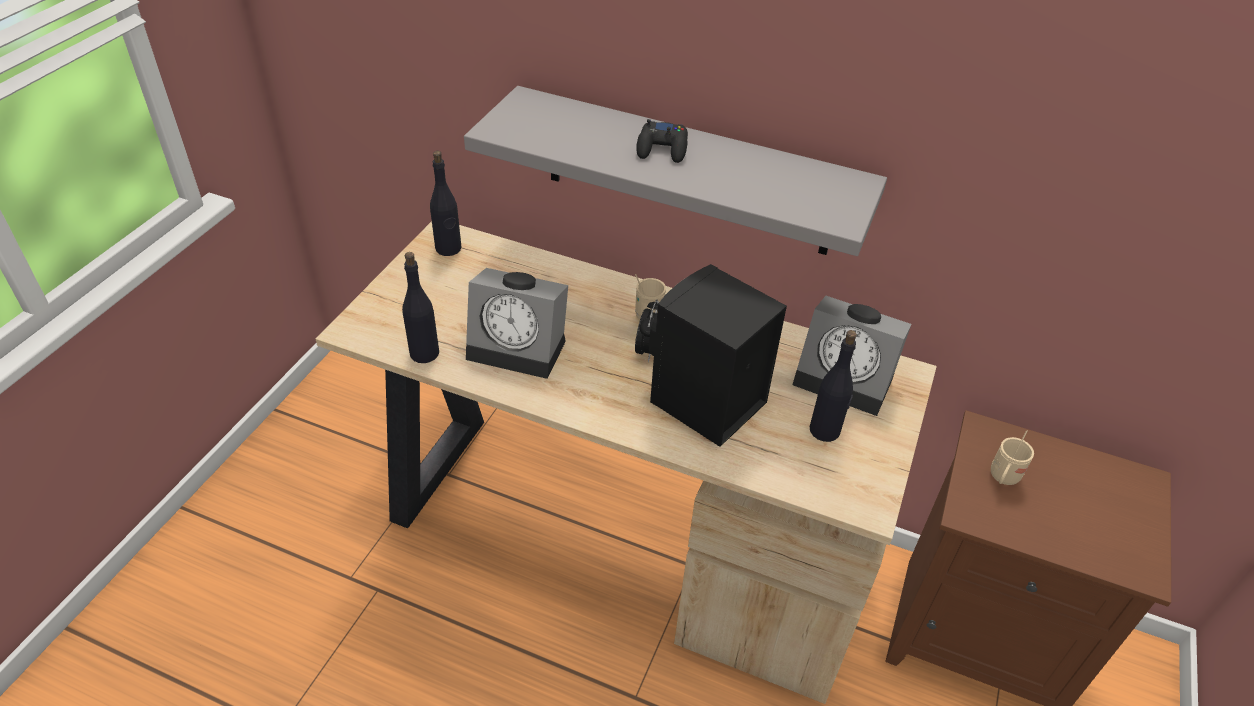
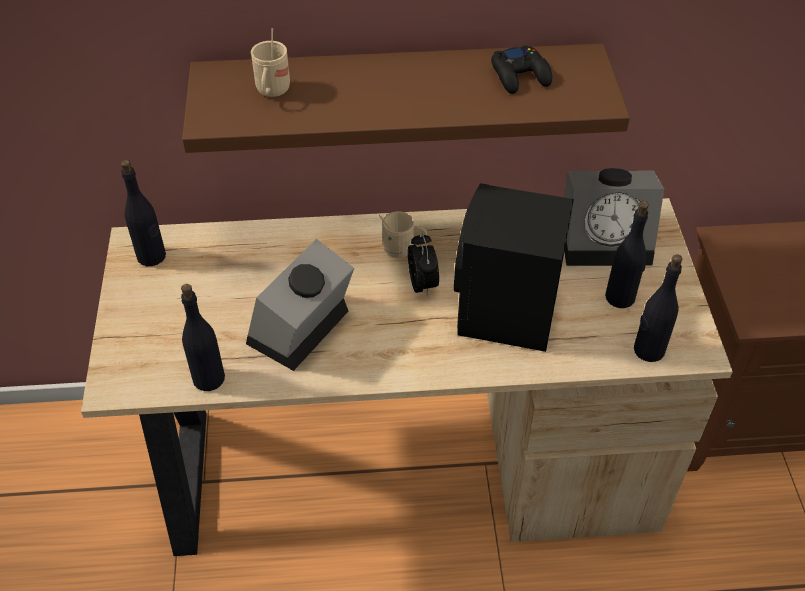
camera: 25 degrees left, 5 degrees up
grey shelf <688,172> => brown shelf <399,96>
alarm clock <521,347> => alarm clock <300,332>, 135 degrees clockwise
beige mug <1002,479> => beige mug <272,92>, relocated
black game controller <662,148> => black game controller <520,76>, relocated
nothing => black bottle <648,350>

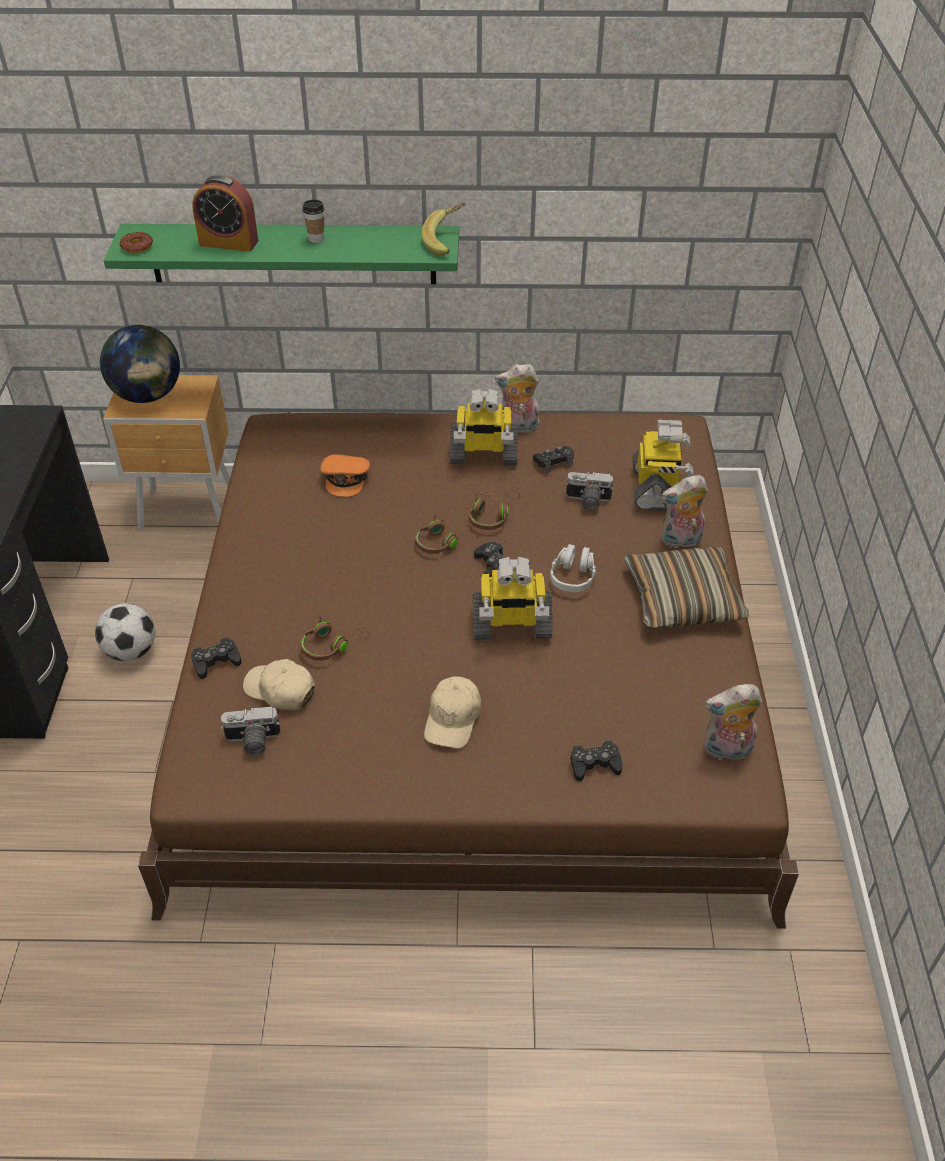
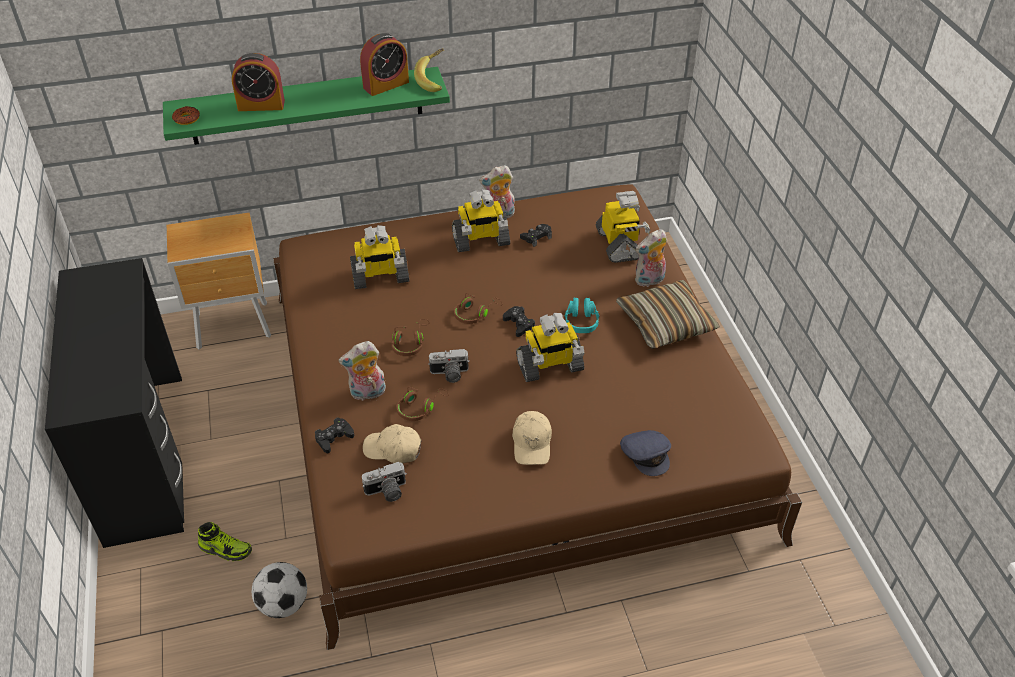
camera: 15 degrees left, 0 degrees up
nothing => shoe <226,549>
football <131,651> => football <283,604>, relocated
plush toy <726,750> => plush toy <367,393>, relocated
orange cap <346,478> => toy robot <380,277>
nothing => alarm clock <386,85>
brown headphones <492,516> => brown headphones <410,343>, relocated
photo camera <587,501> => photo camera <449,374>, relocated
grey headphones <572,576> => turquoise headphones <581,321>
black game controller <594,764> => grey cap <646,455>
globe <148,395> => nothing
cup <316,239> => nothing

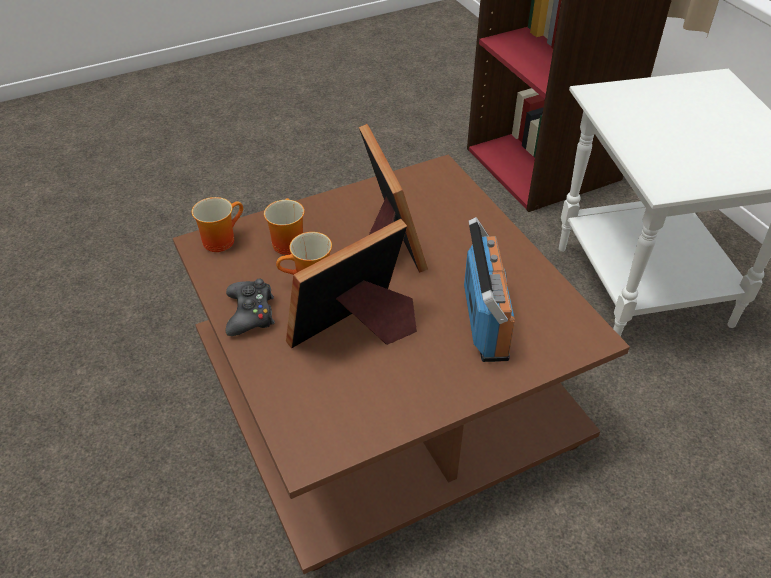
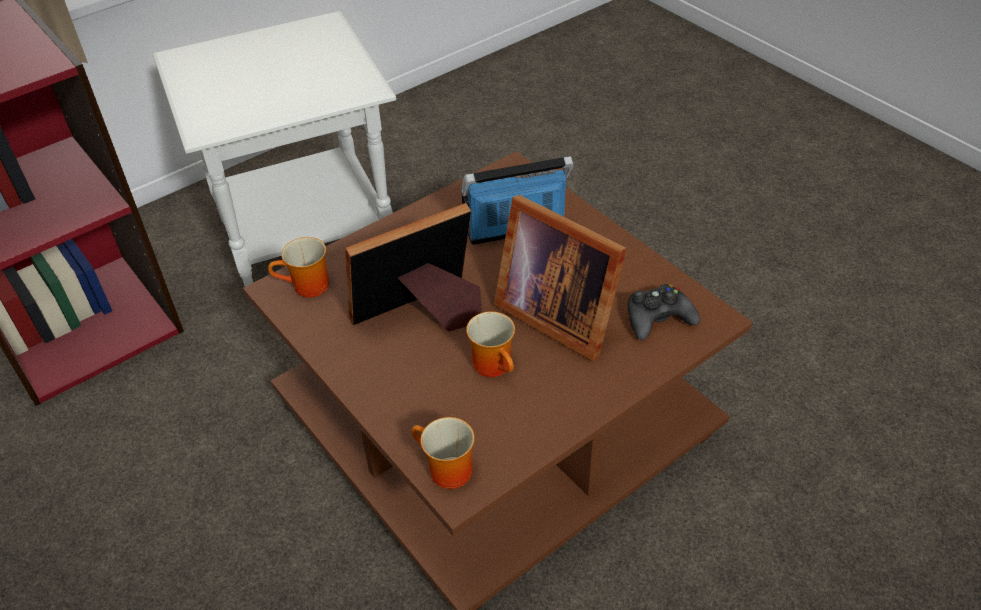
camera: 100 degrees left, 0 degrees up
mug <286,241> => mug <307,288>, relocated
black game controller <250,313> => black game controller <658,318>, relocated

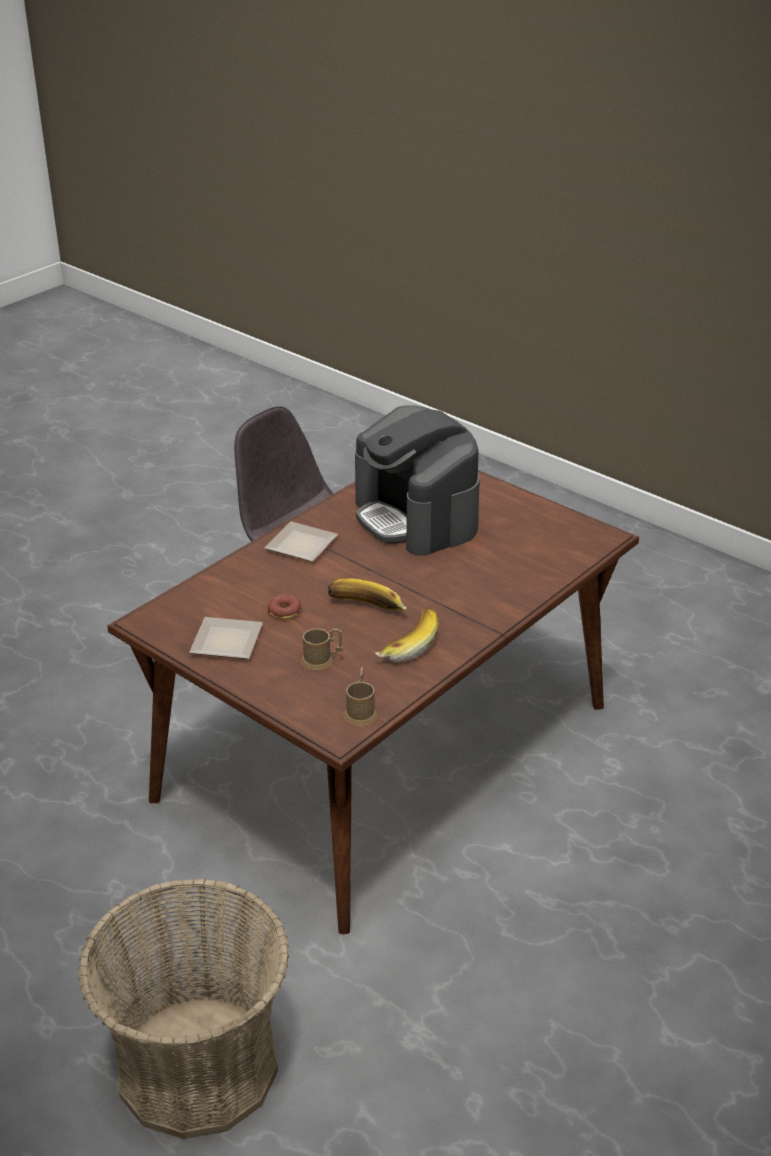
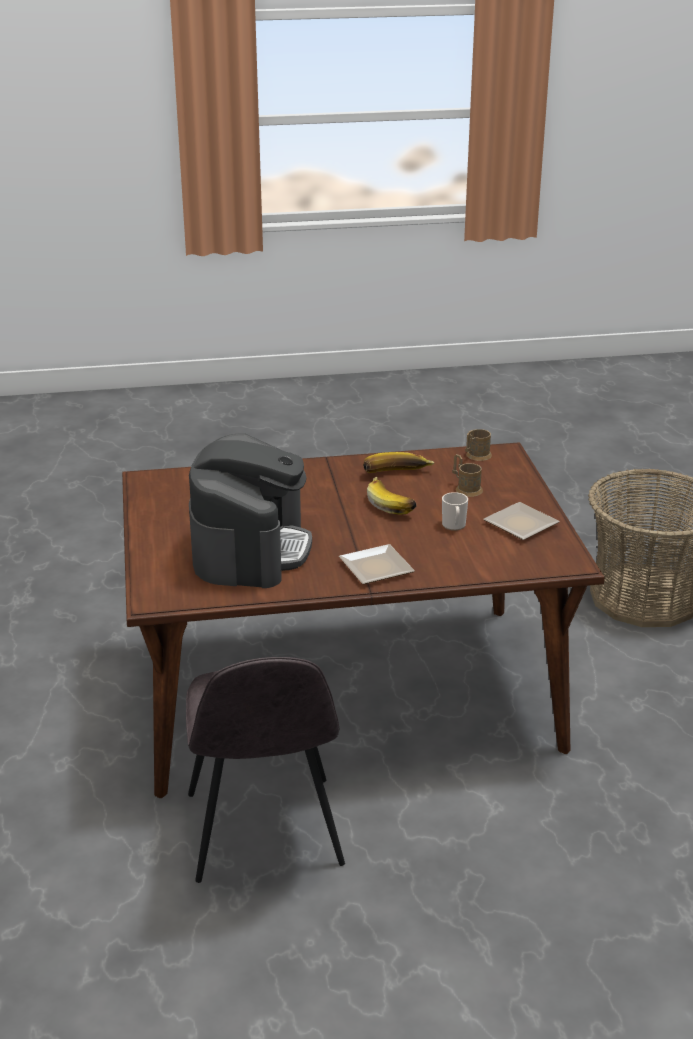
camera: 140 degrees left, 5 degrees down
donut <284,612> => mug <454,526>

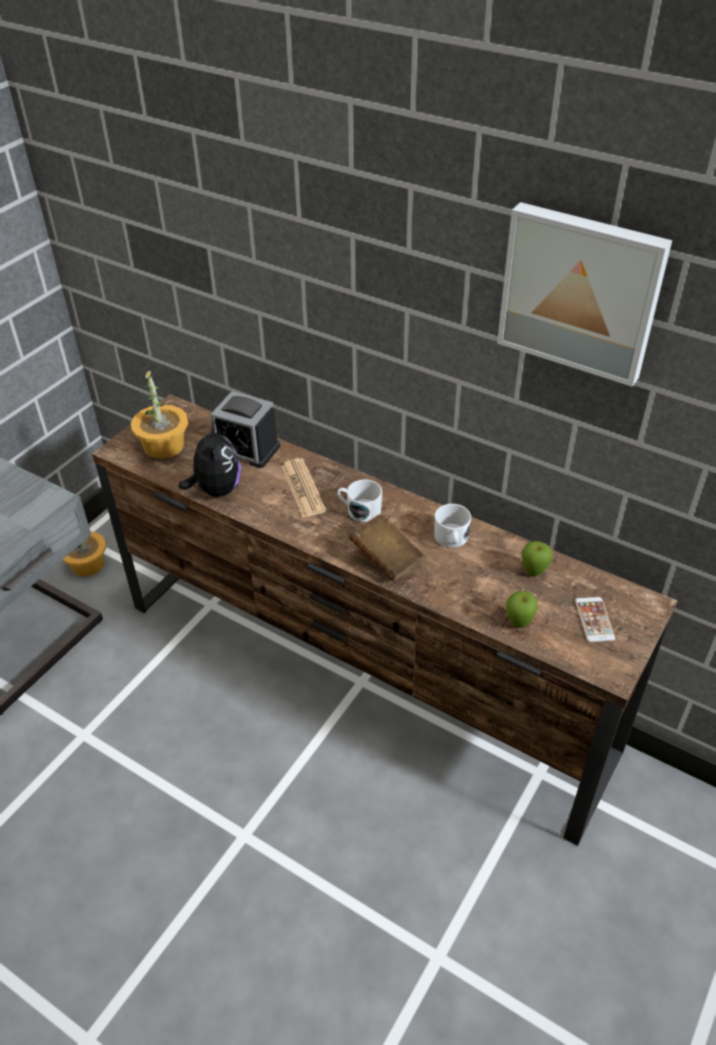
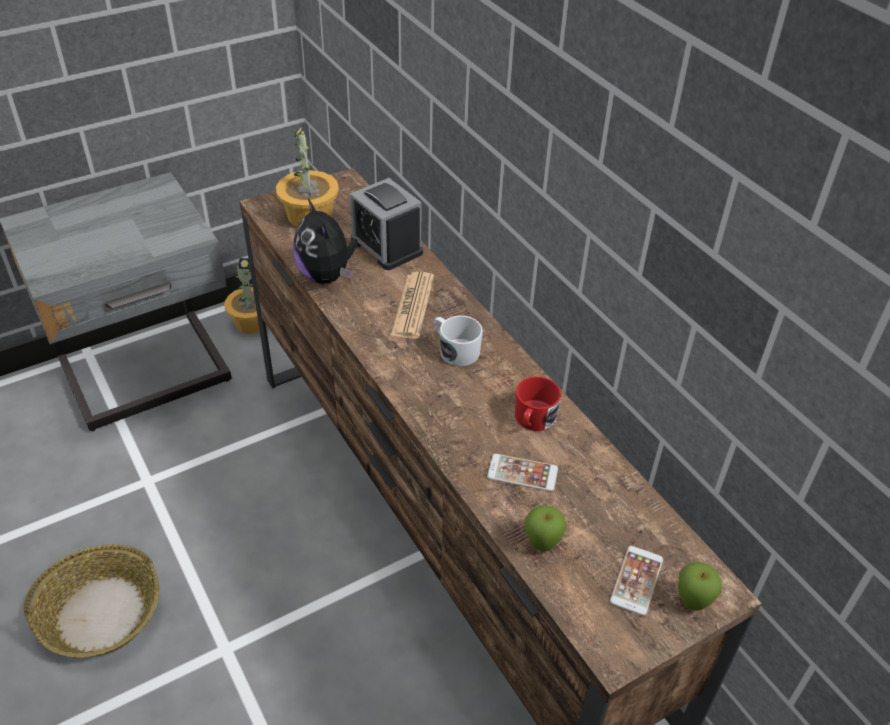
camera: 25 degrees right, 0 degrees up
nothing => basket <102,613>
plush toy <216,489> => plush toy <327,276>, 135 degrees clockwise
nothing => phone <522,473>
white mug <451,539> => red mug <533,420>
apple <533,572> => apple <692,603>, relocated
brown book <385,559> => nothing
picture <581,291> => nothing

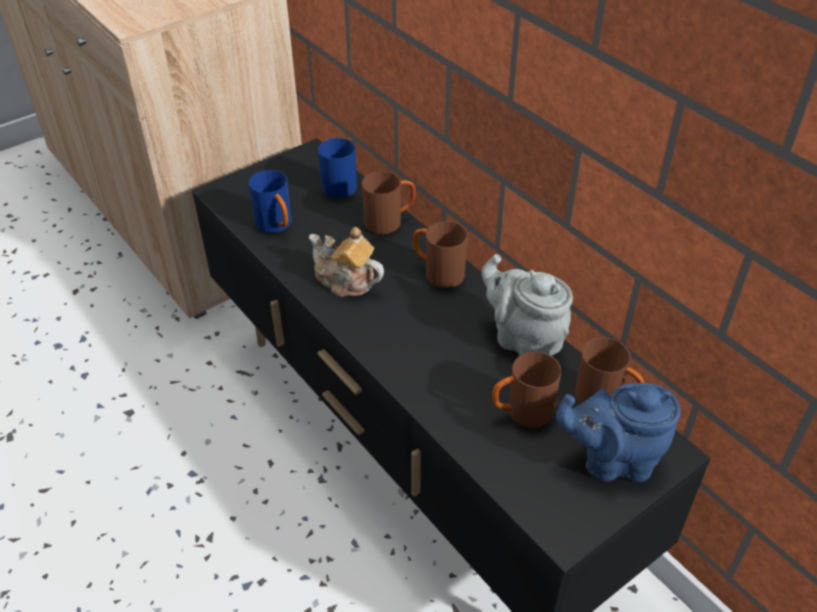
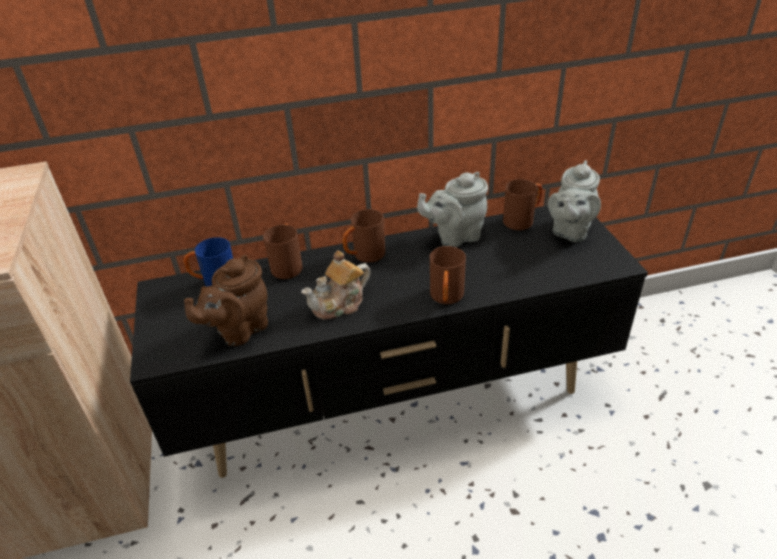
camera: 65 degrees left, 5 degrees down
blue mug <277,226> => brown teapot <239,330>
brown mug <521,413> => brown mug <446,298>, relocated
blue teapot <612,460> => grey teapot <570,231>

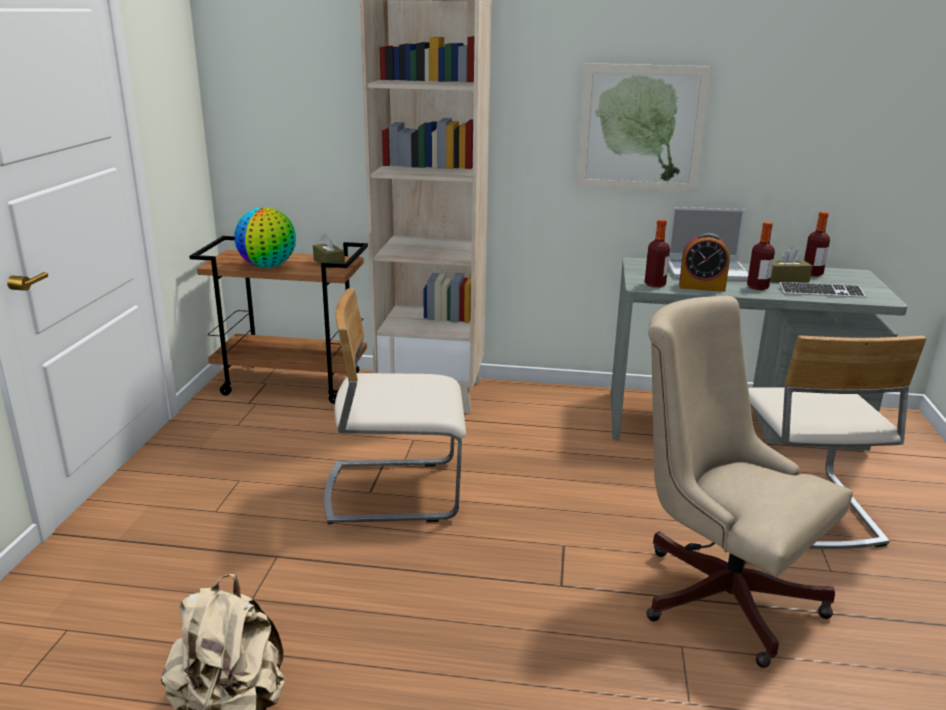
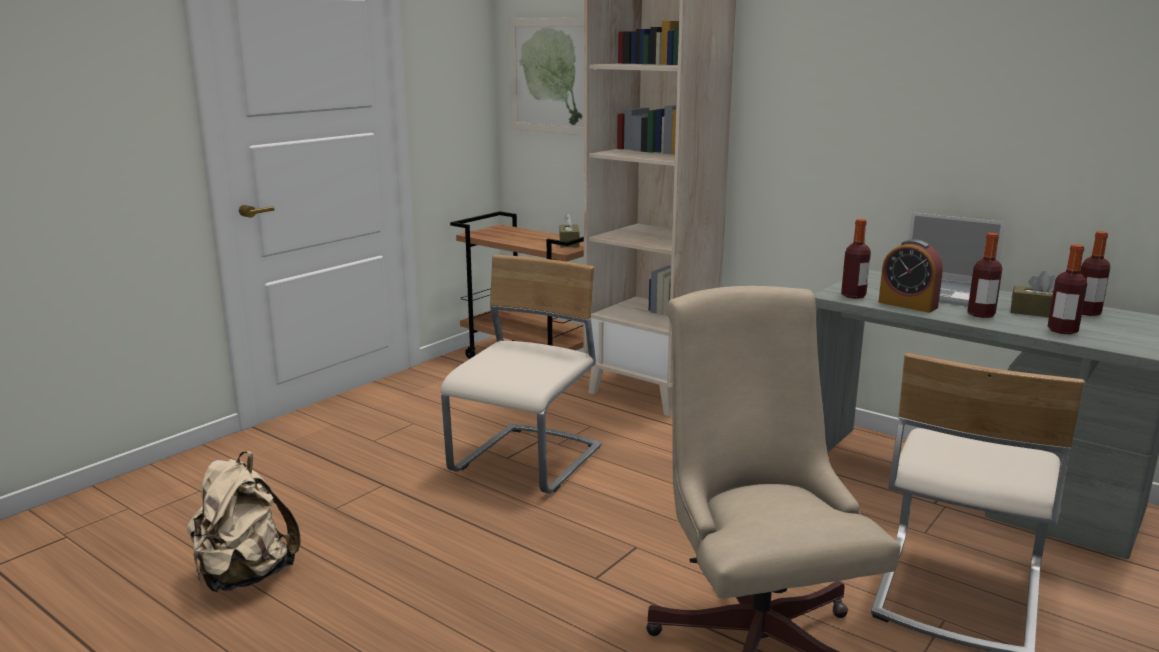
camera: 30 degrees right, 5 degrees down
beige chair <394,491> => beige chair <528,462>, 90 degrees clockwise
picture <641,128> => picture <553,76>, relocated
keyboard <821,292> => bottle <1062,330>
globe <268,266> => nothing

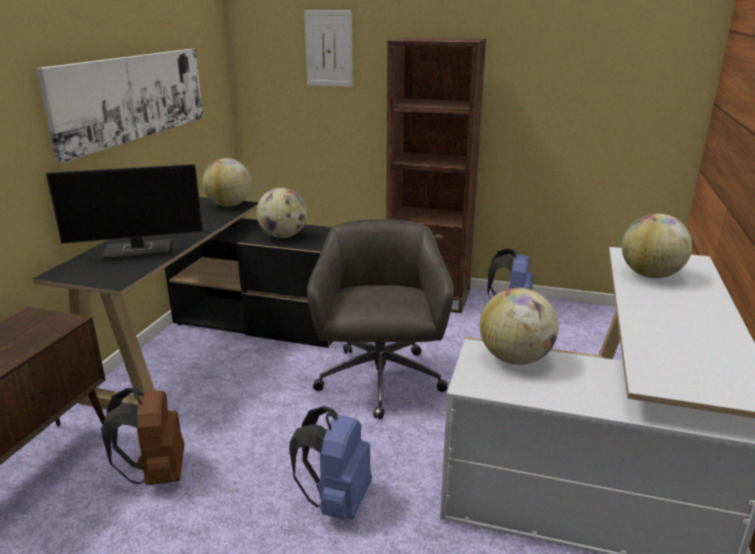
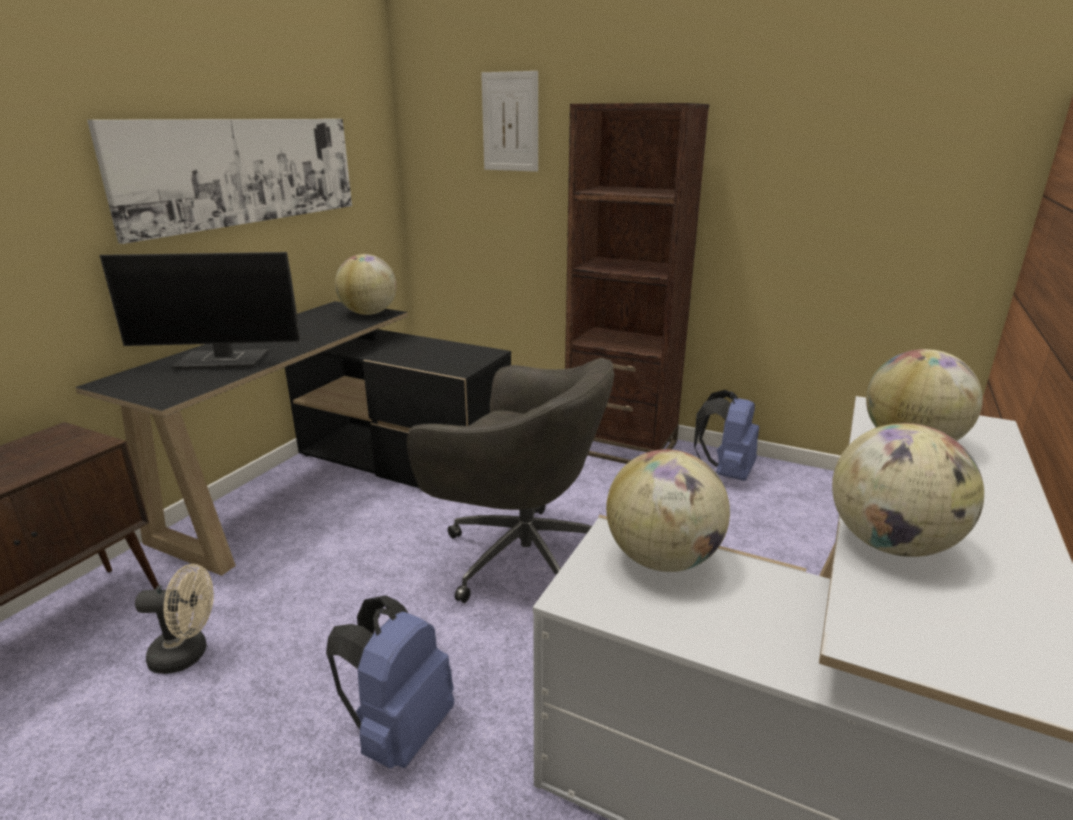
camera: 10 degrees right, 0 degrees up
brown backpack <156,474> => beige fan <188,654>
grey office chair <380,382> => grey office chair <520,556>, 105 degrees clockwise
globe <283,236> => globe <890,544>, relocated

